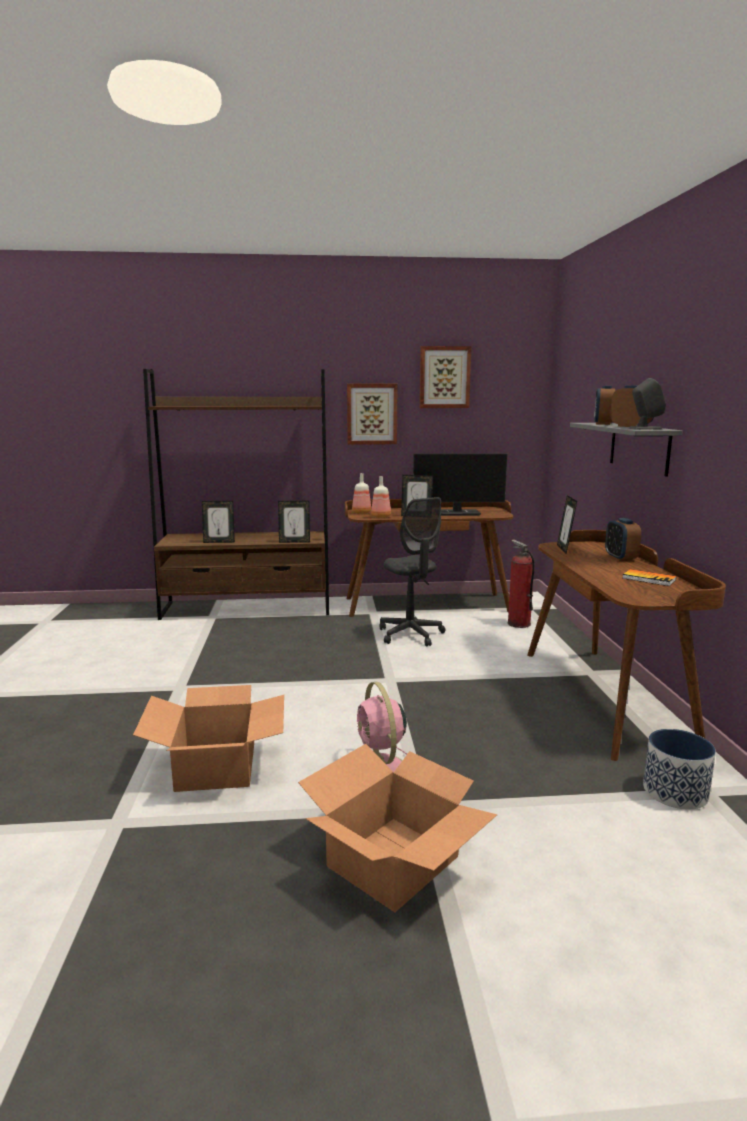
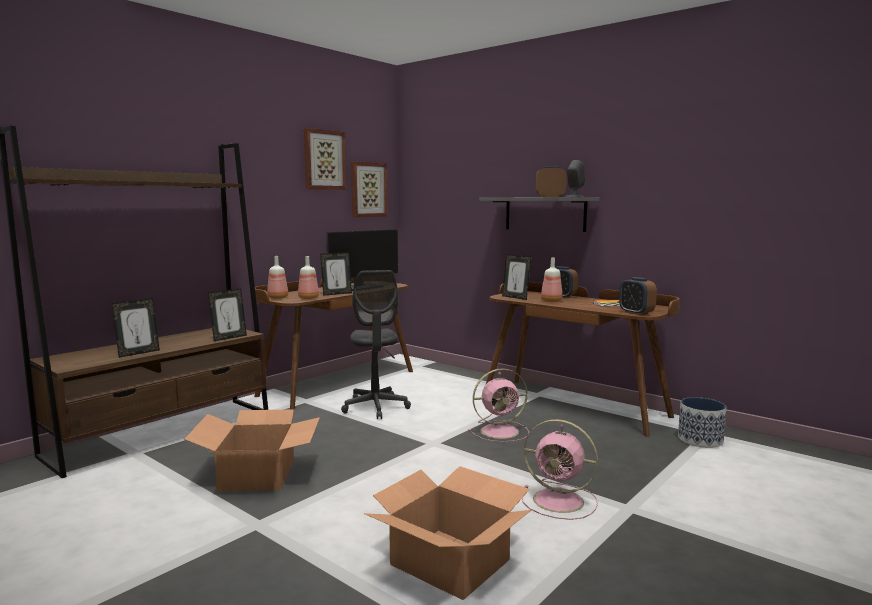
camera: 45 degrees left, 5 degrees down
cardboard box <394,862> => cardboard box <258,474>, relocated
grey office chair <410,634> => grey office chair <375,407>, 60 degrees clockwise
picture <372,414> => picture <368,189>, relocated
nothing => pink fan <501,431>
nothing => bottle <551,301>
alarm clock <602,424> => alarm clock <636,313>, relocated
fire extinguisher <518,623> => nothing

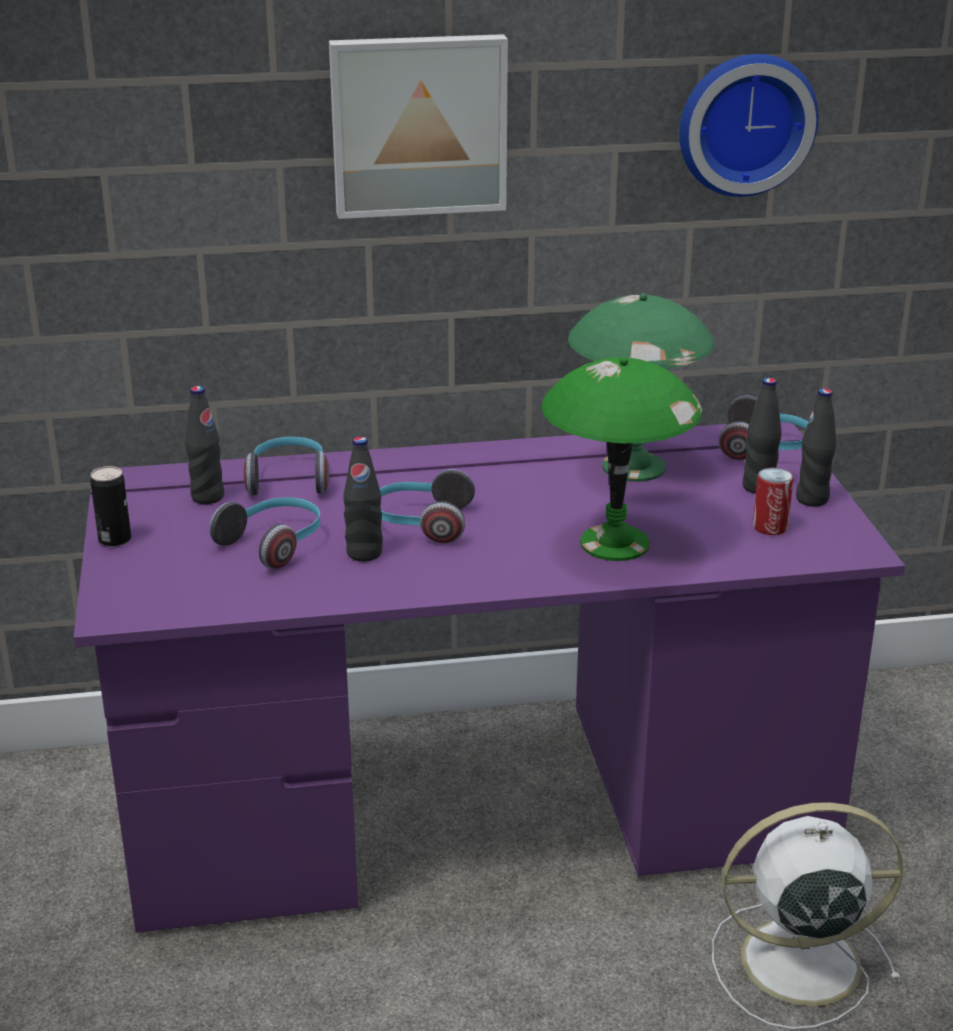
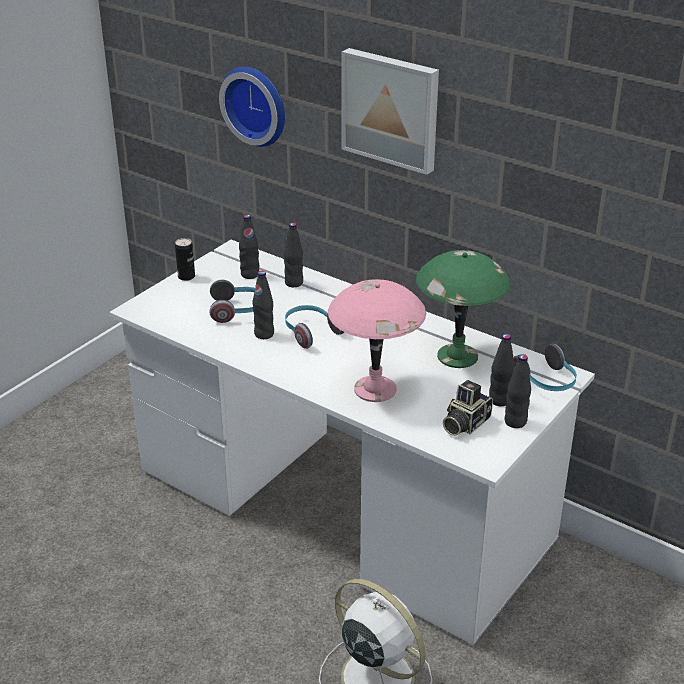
camera: 45 degrees right, 5 degrees up
purple desk <476,803> => white desk <342,505>
wall clock <744,123> => wall clock <257,104>, relocated
headphones <289,480> => black bottle <294,283>
green table lamp <613,543> => pink table lamp <374,388>
can <770,527> => photo camera <464,423>

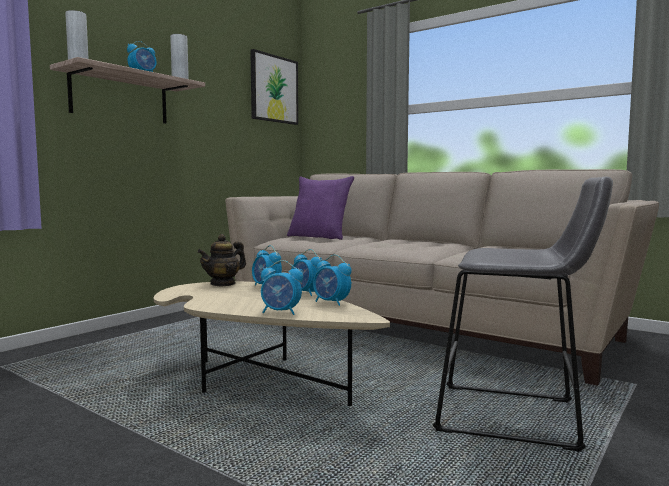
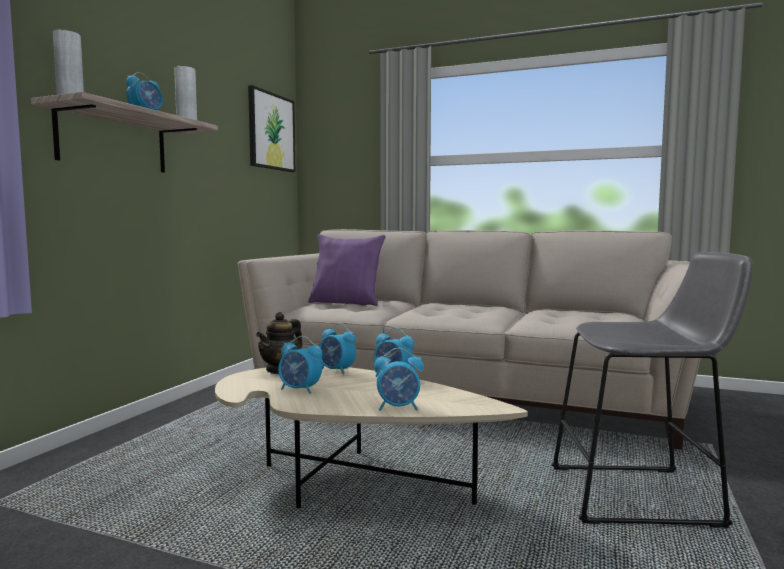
camera: 15 degrees left, 0 degrees up
alarm clock <331,302> => alarm clock <300,390>, relocated

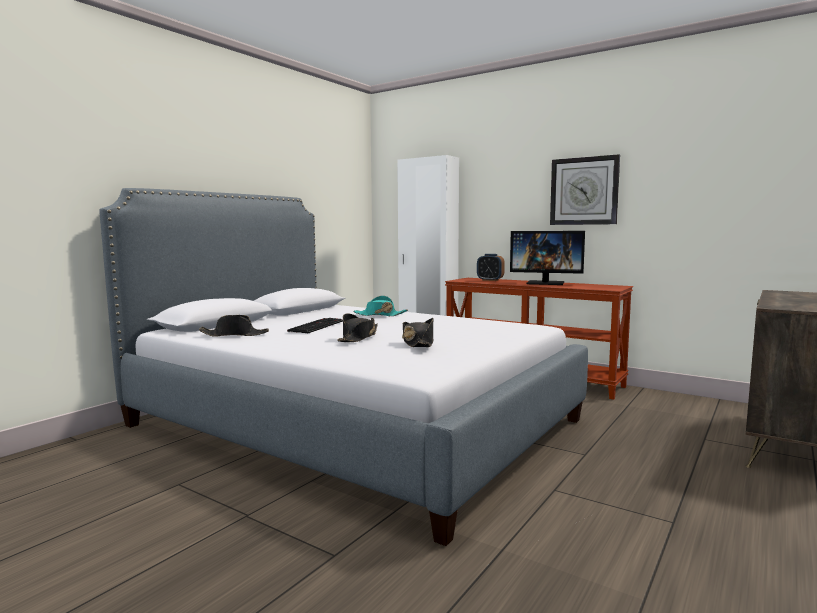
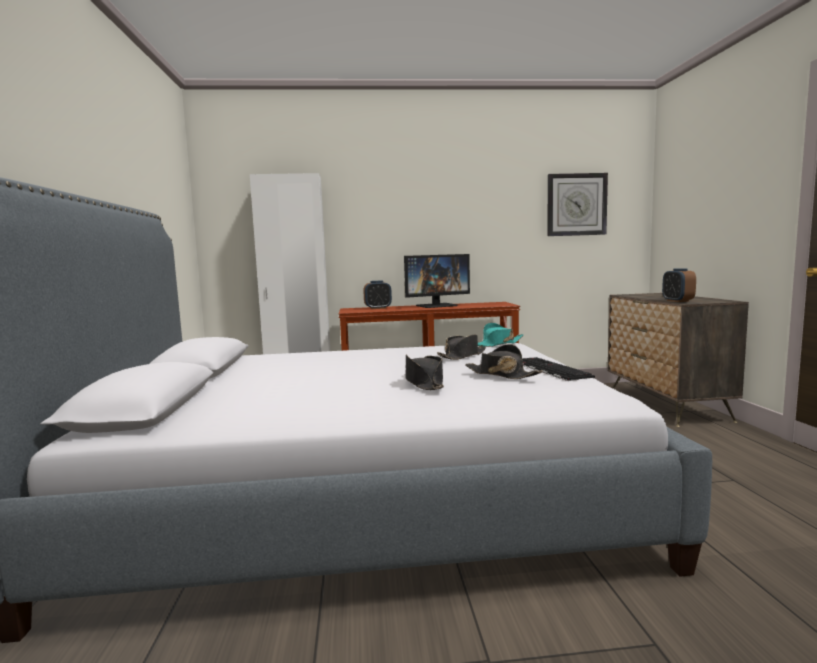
camera: 40 degrees left, 0 degrees up
black hat <234,335> => black hat <462,356>, relocated
turquoise hat <380,315> => turquoise hat <497,344>, relocated
keyboard <316,326> => keyboard <549,369>, relocated
wall clock <584,191> => wall clock <576,204>, relocated
nothing => alarm clock <677,301>

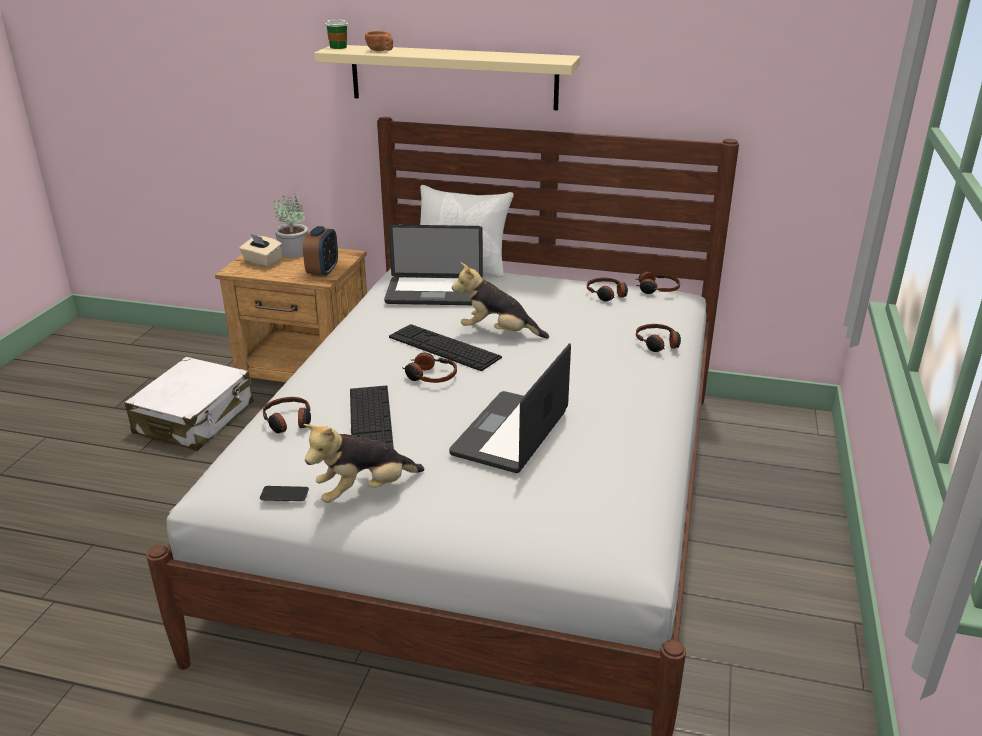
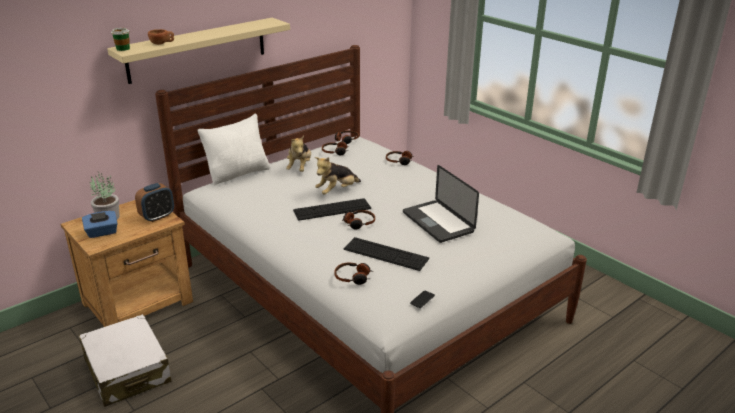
camera: 55 degrees left, 0 degrees up
beige tissue box <262,262> => blue tissue box <102,232>
alarm clock <323,271> => alarm clock <157,216>, 90 degrees clockwise
plush toy <364,491> => plush toy <299,167>, relocated
laptop <434,293> => nothing

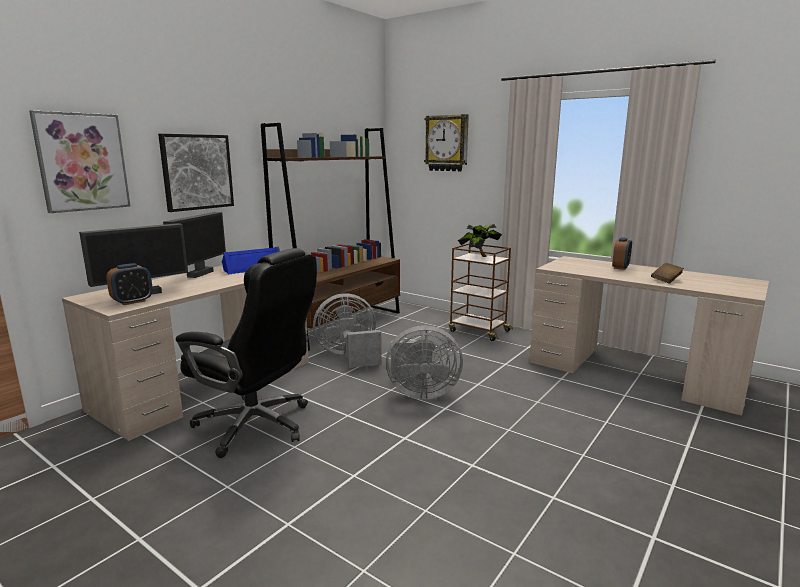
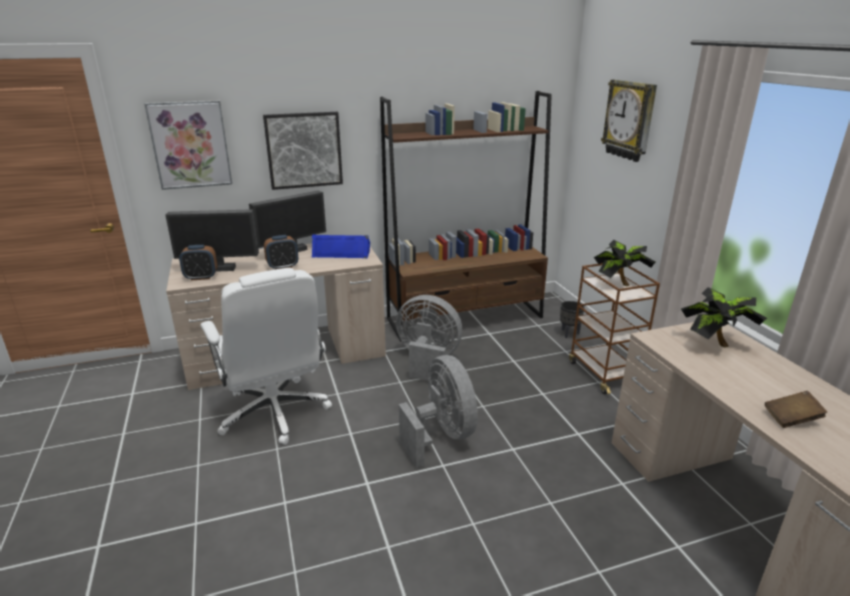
camera: 35 degrees right, 10 degrees up
black office chair <256,425> => white office chair <275,413>
alarm clock <620,267> => alarm clock <283,266>, relocated
grey fan <420,393> => grey fan <442,435>, 150 degrees counterclockwise
nothing => black planter <569,333>
nothing => potted plant <714,344>

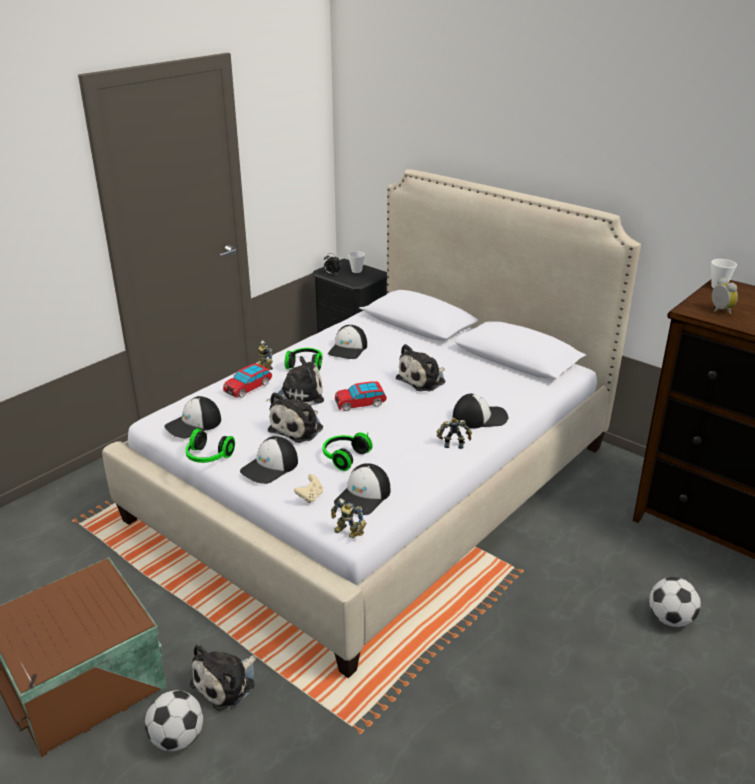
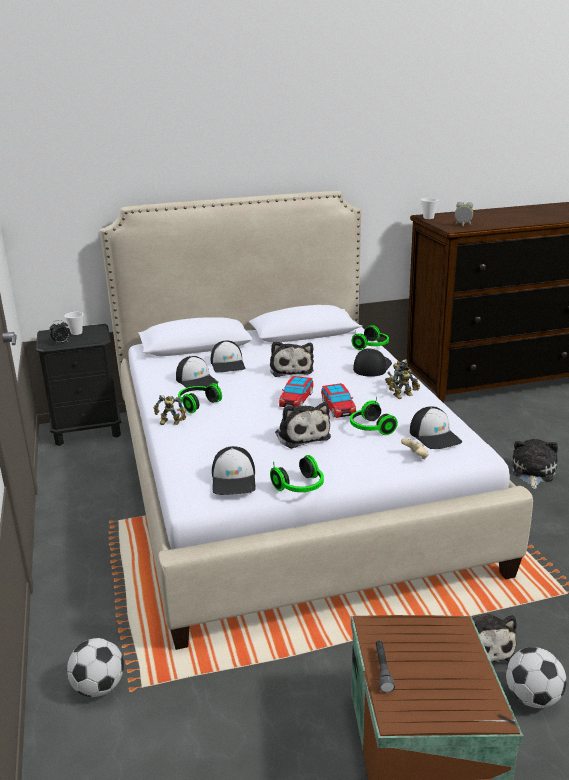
camera: 55 degrees left, 5 degrees down
football <670,619> => football <99,687>, relocated
cap <270,467> => cap <228,364>, relocated
toy car <248,387> => toy car <338,408>, relocated
nothing => headphones <372,346>
nothing => grey flashlight <382,670>
toy robot <347,533> => toy robot <404,396>, relocated
plush toy <299,395> => plush toy <532,472>, relocated

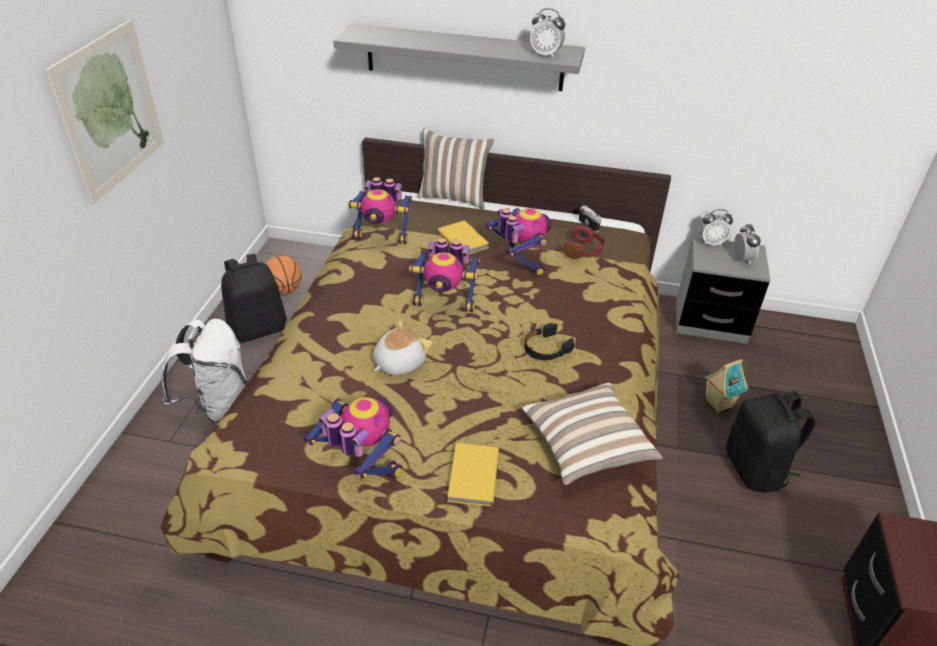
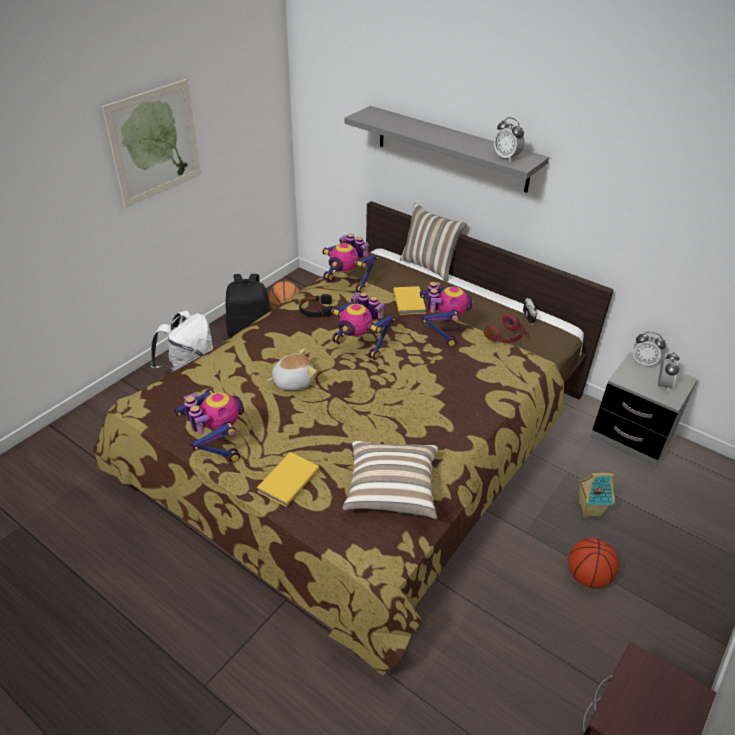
camera: 25 degrees right, 0 degrees up
black headphones <546,348> => black headphones <316,310>, relocated
black backpack <756,469> => basketball <587,576>

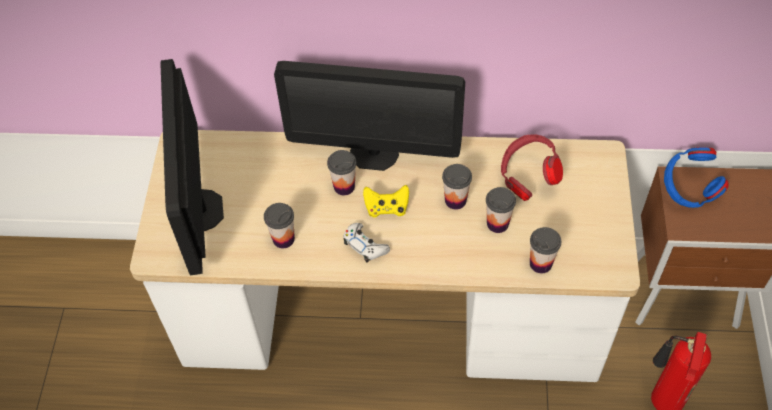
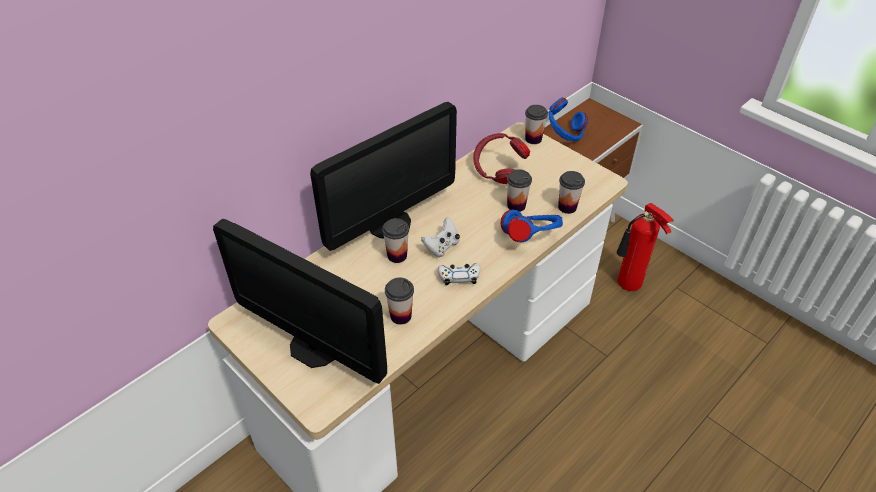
camera: 50 degrees left, 10 degrees down
yellow game controller <386,208> => white game controller <442,247>
nothing => blue headphones <530,238>
cup <455,200> => cup <533,139>, relocated

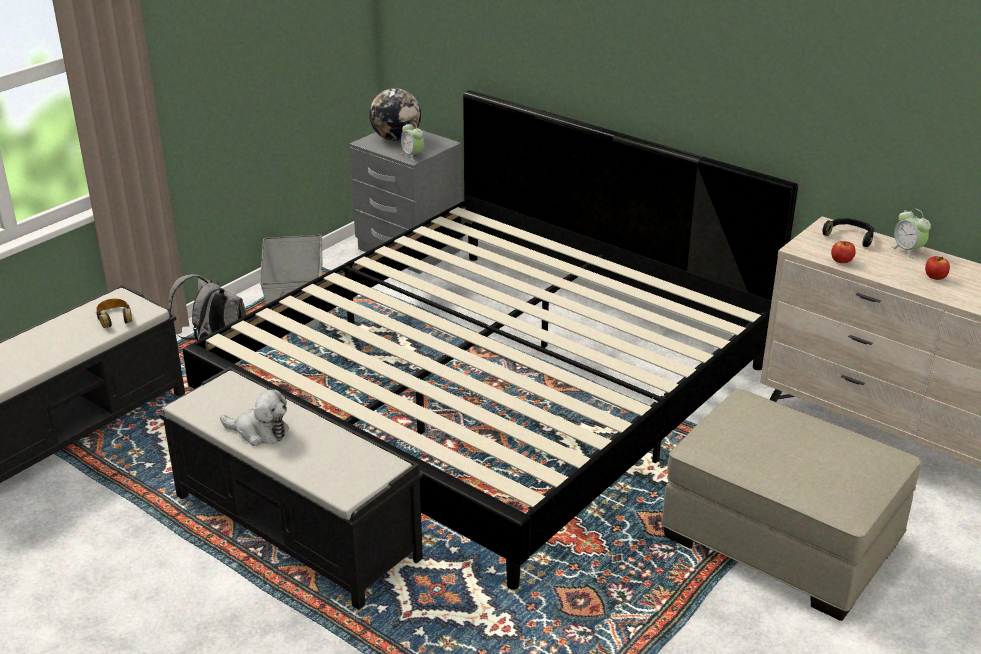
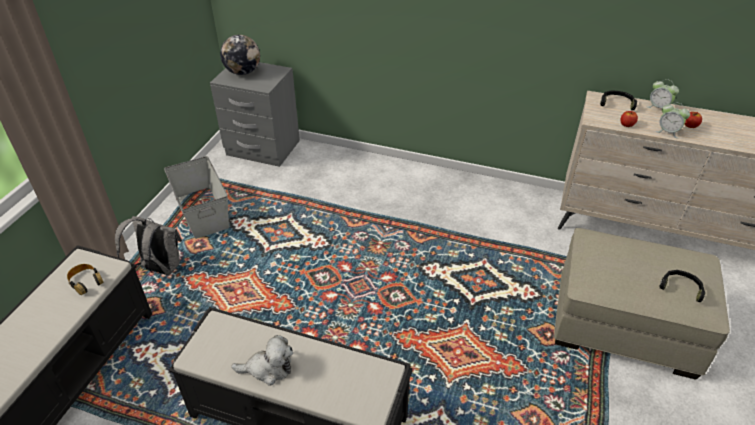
camera: 20 degrees left, 10 degrees up
alarm clock <412,155> => alarm clock <668,132>, relocated
nothing => black headphones <681,287>
bed <491,389> => nothing

